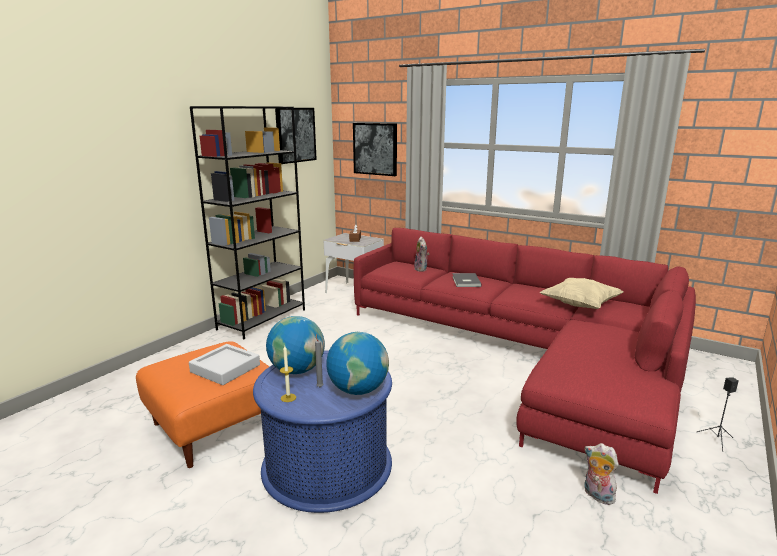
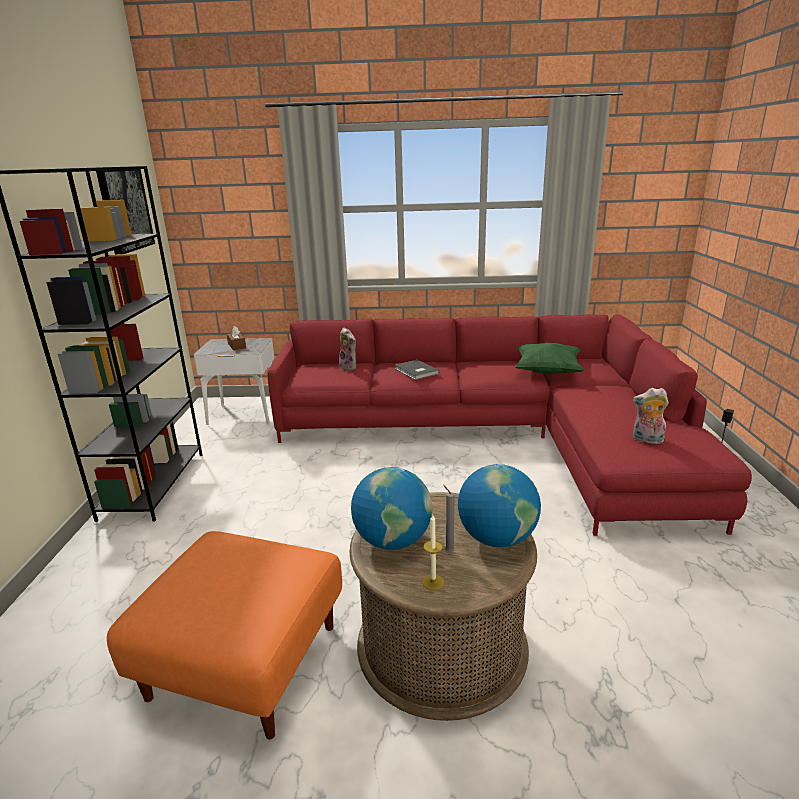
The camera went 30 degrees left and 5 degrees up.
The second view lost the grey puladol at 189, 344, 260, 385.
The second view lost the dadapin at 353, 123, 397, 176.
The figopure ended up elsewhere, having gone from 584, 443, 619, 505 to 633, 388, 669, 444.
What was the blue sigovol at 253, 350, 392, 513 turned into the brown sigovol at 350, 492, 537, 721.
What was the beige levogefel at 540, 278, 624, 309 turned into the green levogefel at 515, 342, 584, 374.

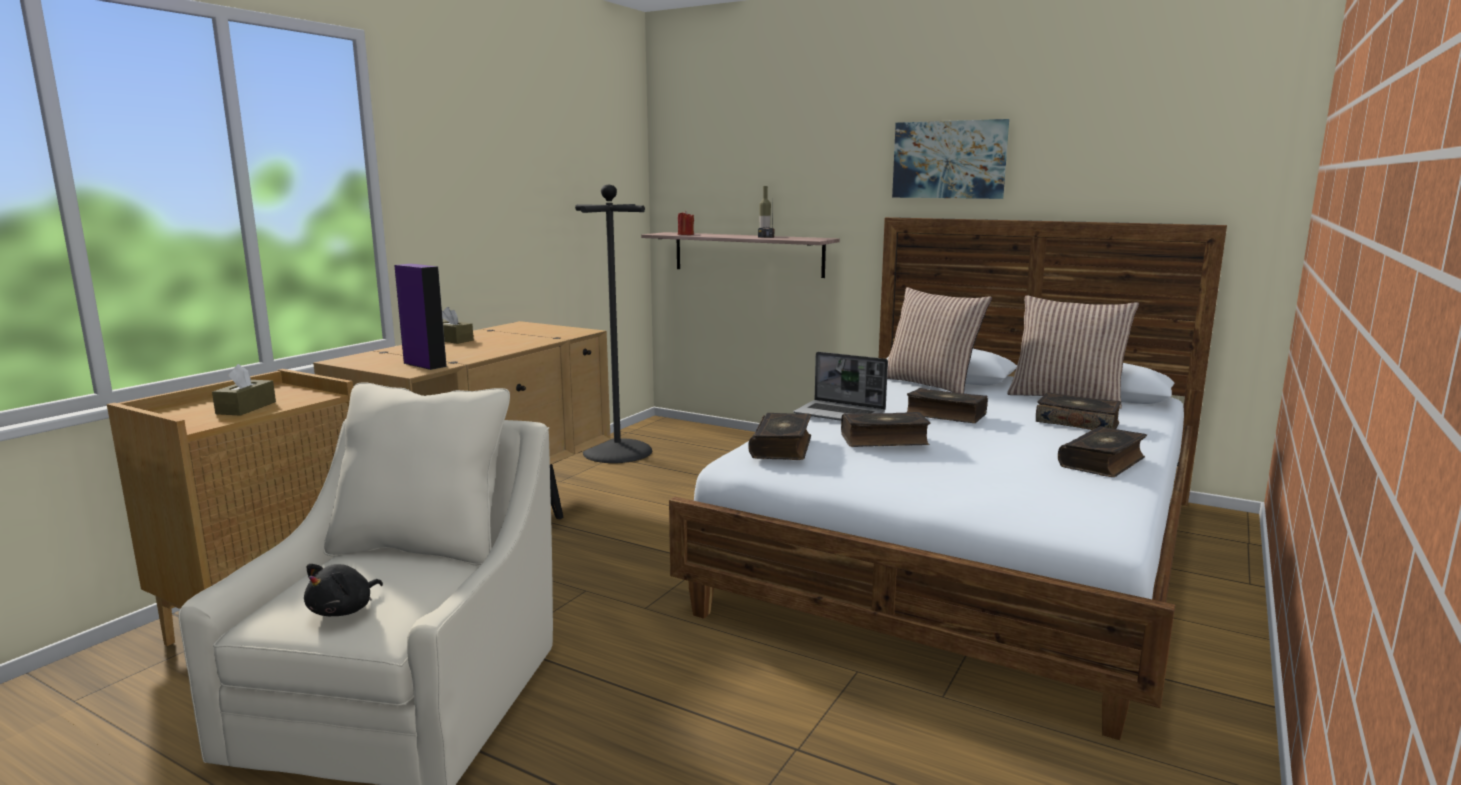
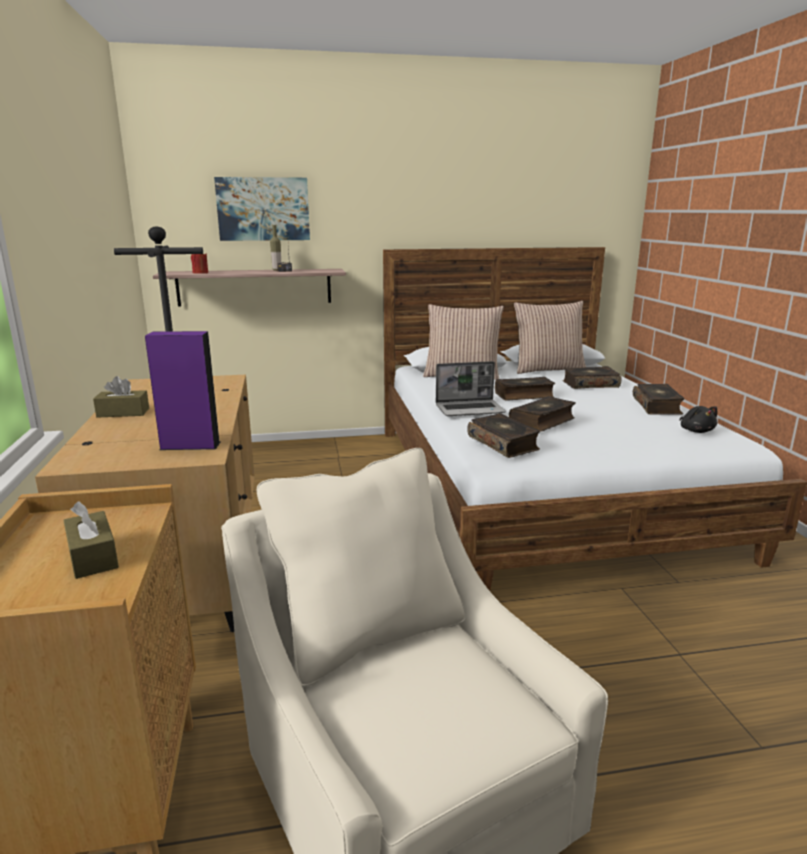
The camera went 40 degrees left and 5 degrees up.
The black figopure ended up elsewhere, having gone from 304, 564, 383, 616 to 679, 406, 717, 433.
The dadapin ended up elsewhere, having gone from 892, 119, 1009, 199 to 214, 177, 310, 241.

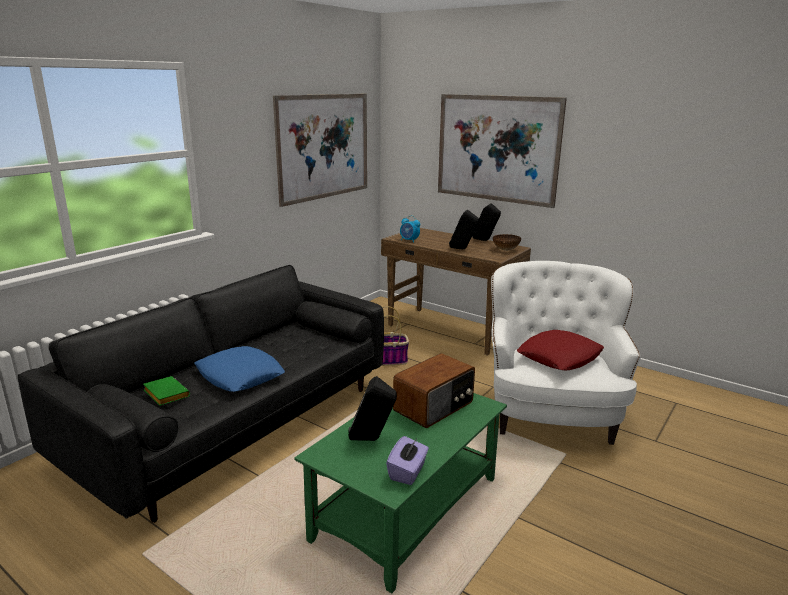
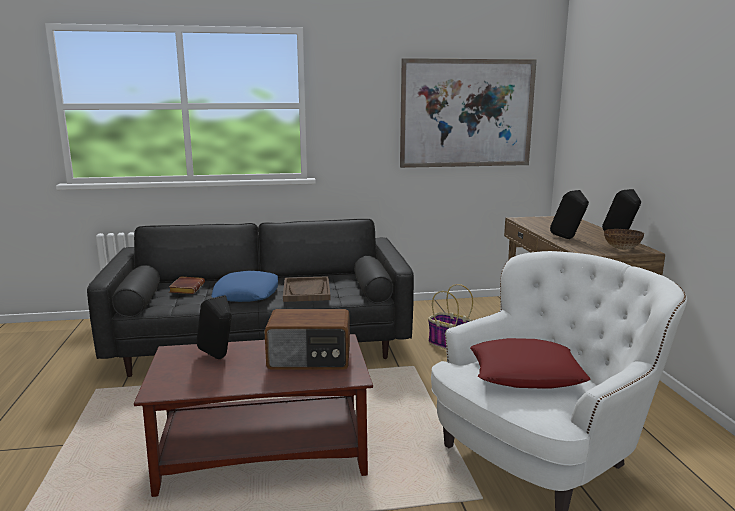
The camera went 45 degrees right and 5 degrees down.
The second view lost the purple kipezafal at 386, 436, 429, 485.
The second view lost the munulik at 400, 216, 420, 243.
The second view lost the dadapin at 438, 94, 567, 208.
The second view gained the brown puladol at 283, 276, 330, 302.
What was the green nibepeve at 143, 376, 190, 406 turned into the brown nibepeve at 169, 276, 205, 294.
What was the green sigovol at 294, 393, 507, 593 turned into the brown sigovol at 134, 334, 373, 497.

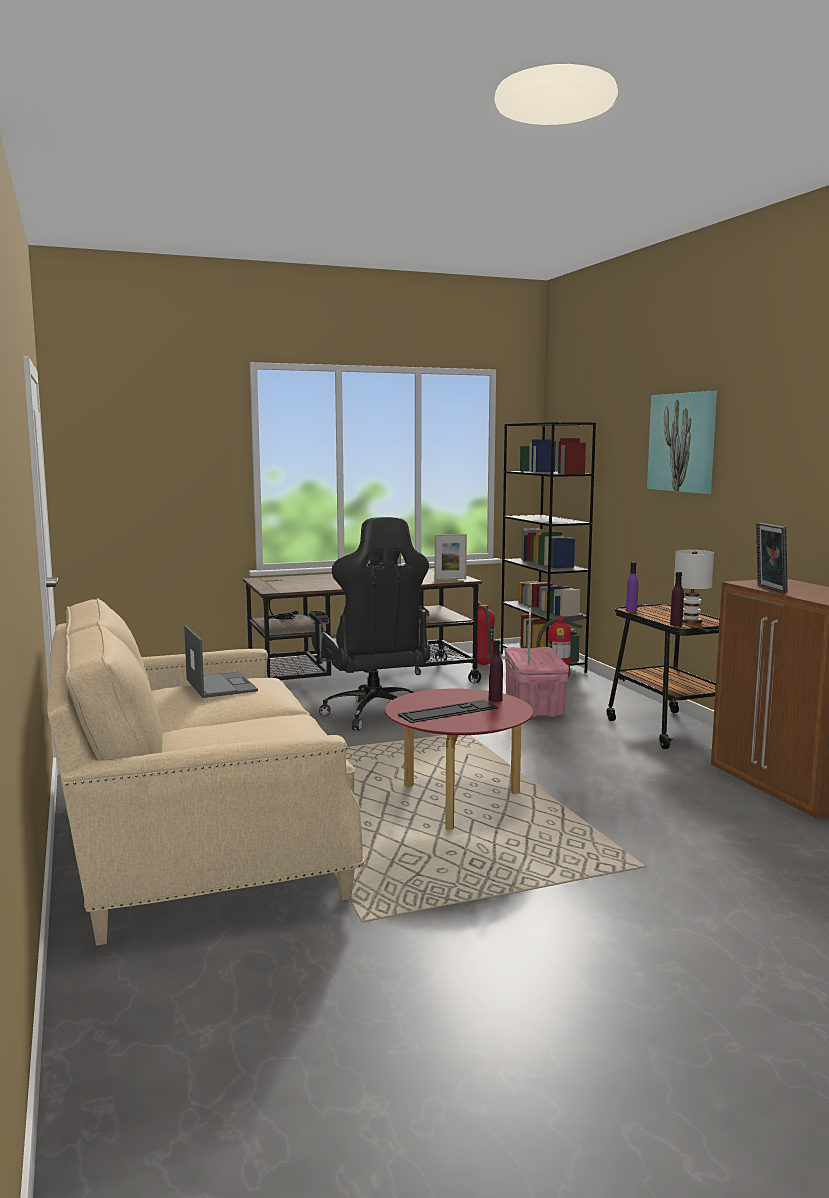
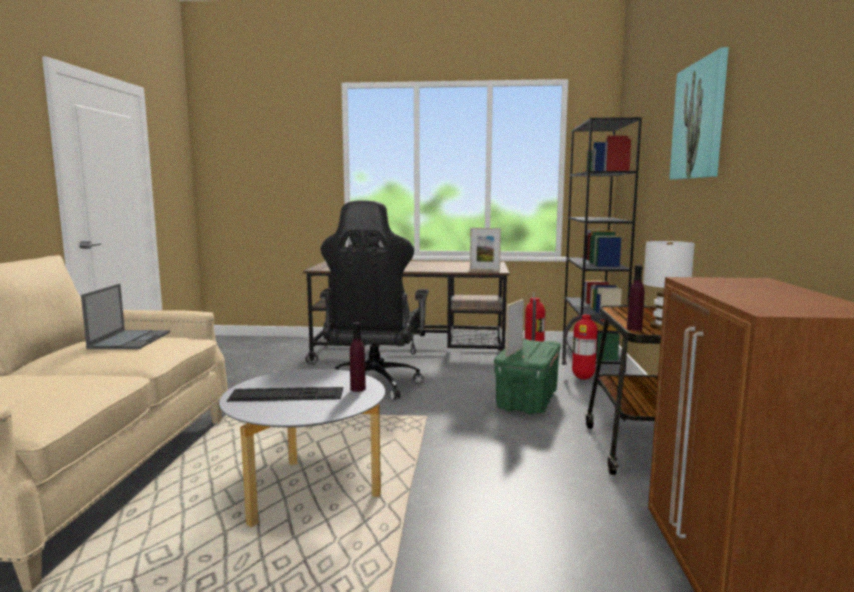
The camera went 25 degrees right and 0 degrees up.
The second view lost the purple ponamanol at 626, 562, 638, 612.
The second view lost the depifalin at 756, 523, 788, 593.
What was the red sigovol at 385, 689, 533, 830 turned into the grey sigovol at 219, 369, 385, 527.
What was the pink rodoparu at 505, 647, 569, 718 turned into the green rodoparu at 494, 338, 561, 414.

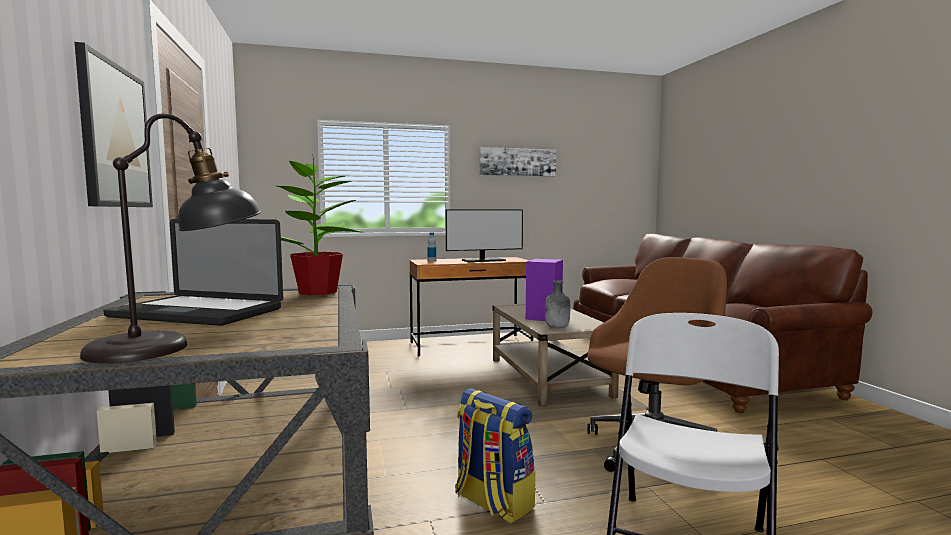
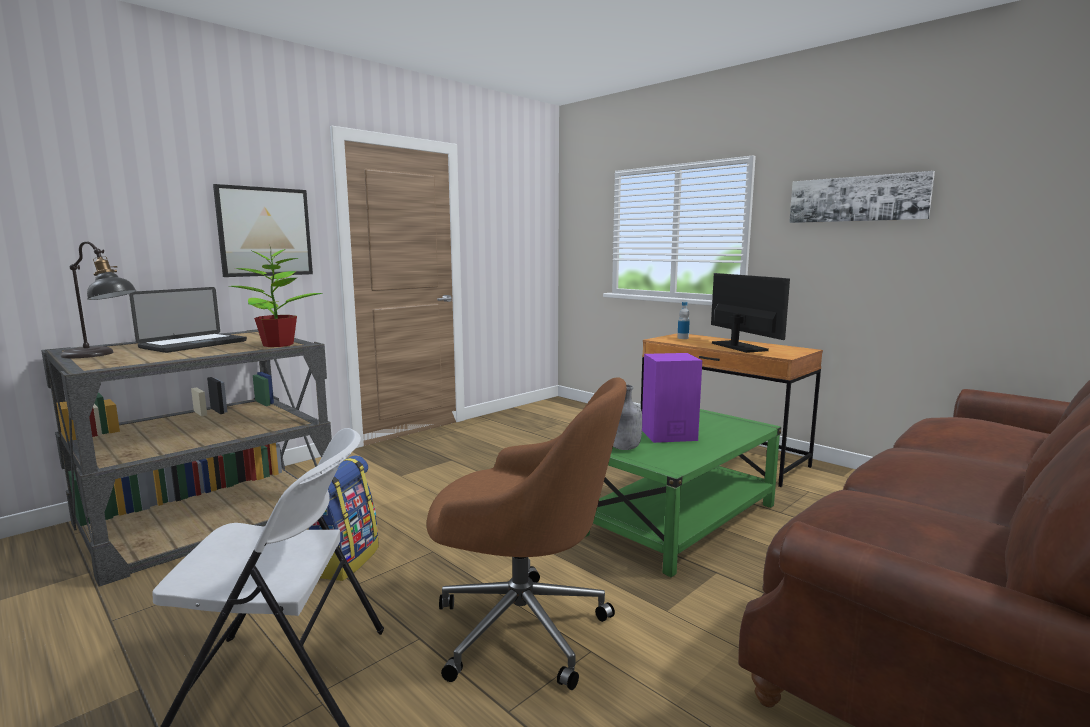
The camera went 60 degrees right and 5 degrees up.
What was the beige sigovol at 492, 304, 619, 406 turned into the green sigovol at 584, 409, 781, 577.
The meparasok at 103, 219, 283, 326 ended up facing another way, 135 degrees counterclockwise from before.
The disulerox at 446, 209, 523, 262 ended up facing another way, 150 degrees counterclockwise from before.

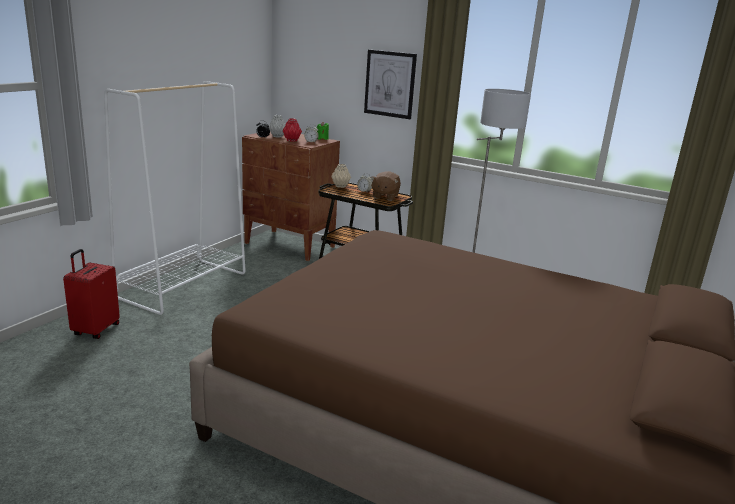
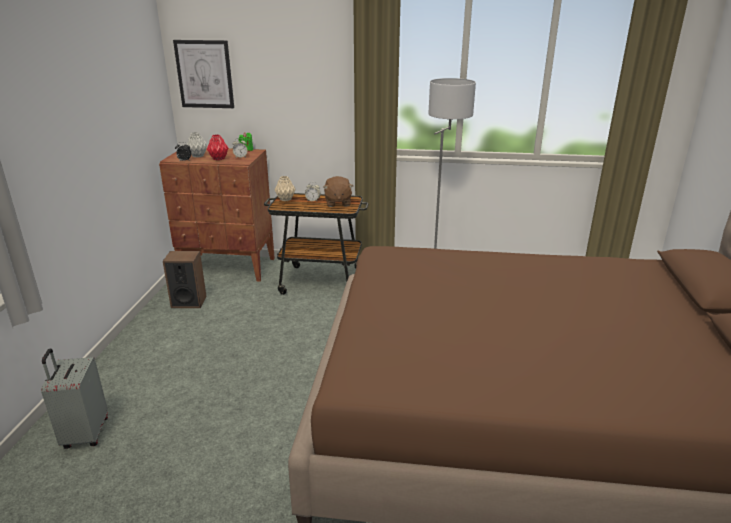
The camera went 20 degrees left and 5 degrees up.
The second view lost the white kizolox at 104, 81, 246, 315.
The second view gained the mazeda at 163, 251, 207, 308.
The dadapin ended up elsewhere, having gone from 364, 50, 417, 119 to 173, 40, 234, 108.
What was the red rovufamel at 63, 249, 120, 339 turned into the grey rovufamel at 41, 348, 108, 449.

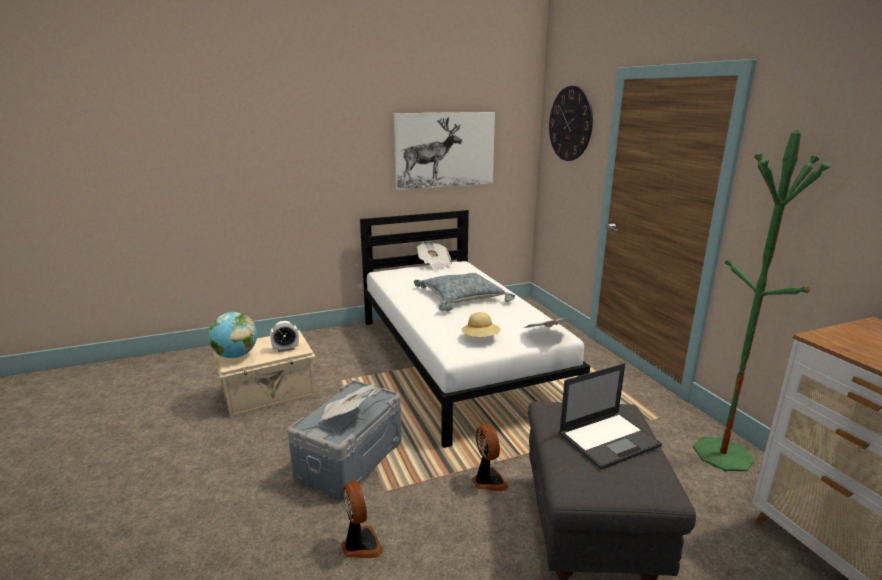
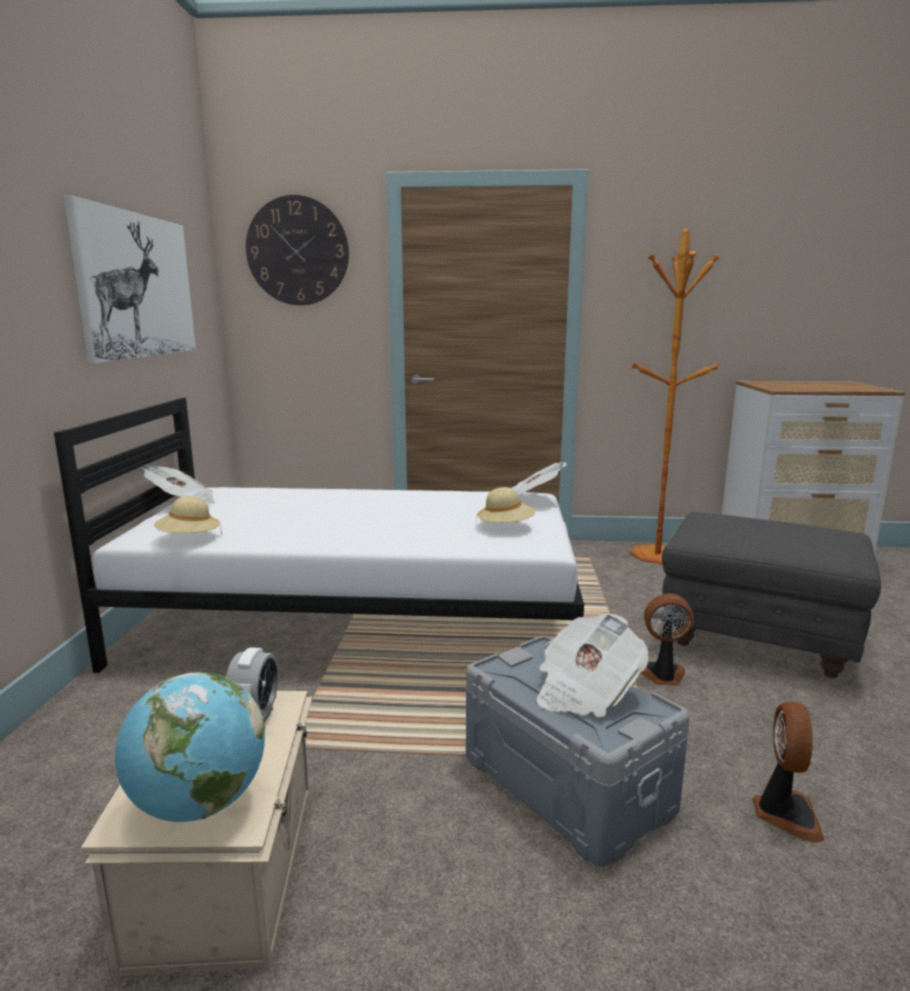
The camera went 65 degrees left and 5 degrees down.
The second view lost the levogefel at 414, 273, 515, 311.
The second view lost the meparasok at 559, 363, 662, 470.
The second view gained the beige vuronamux at 154, 496, 222, 535.
What was the green kizolox at 693, 130, 830, 471 turned into the orange kizolox at 630, 228, 719, 564.
The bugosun at 341, 481, 384, 558 ended up facing another way, 105 degrees clockwise from before.

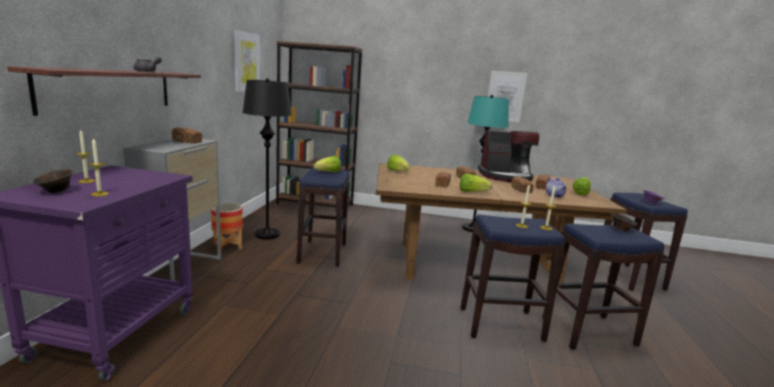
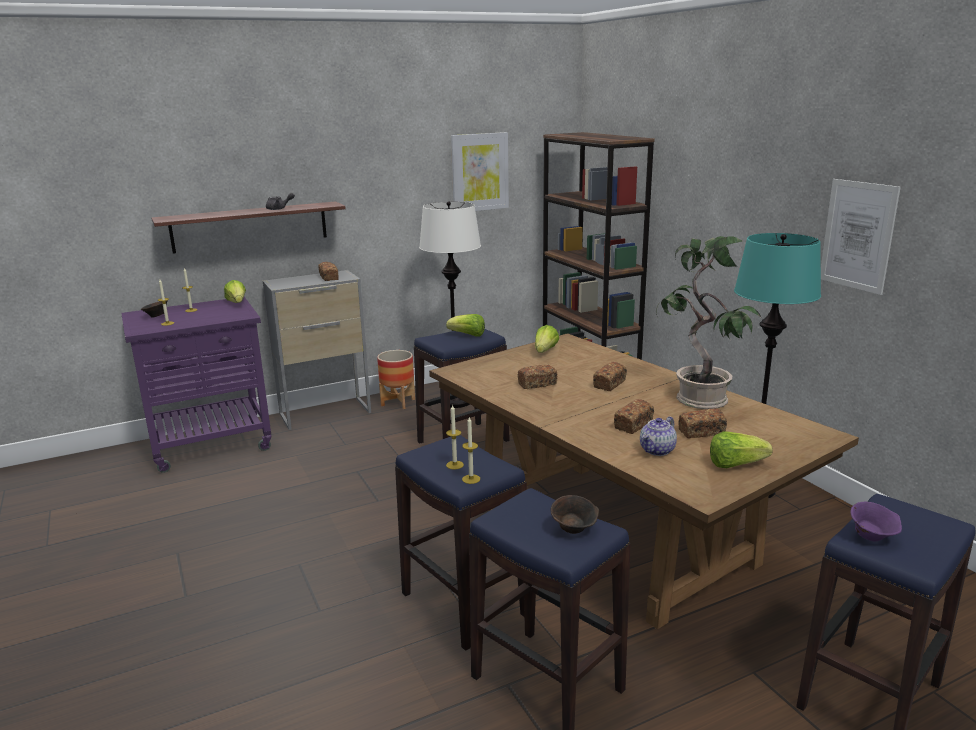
The camera went 55 degrees right and 5 degrees up.
The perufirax ended up elsewhere, having gone from 460, 173, 492, 192 to 224, 280, 246, 303.
Where the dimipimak stood at 478, 130, 539, 182, the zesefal came to stand at 656, 236, 761, 409.
What was the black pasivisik at 242, 78, 292, 239 turned into the white pasivisik at 419, 201, 481, 408.

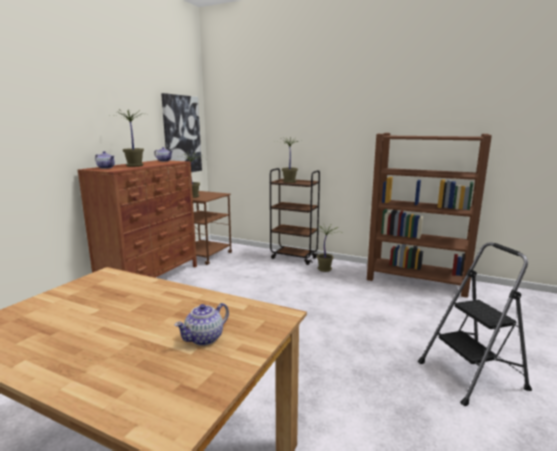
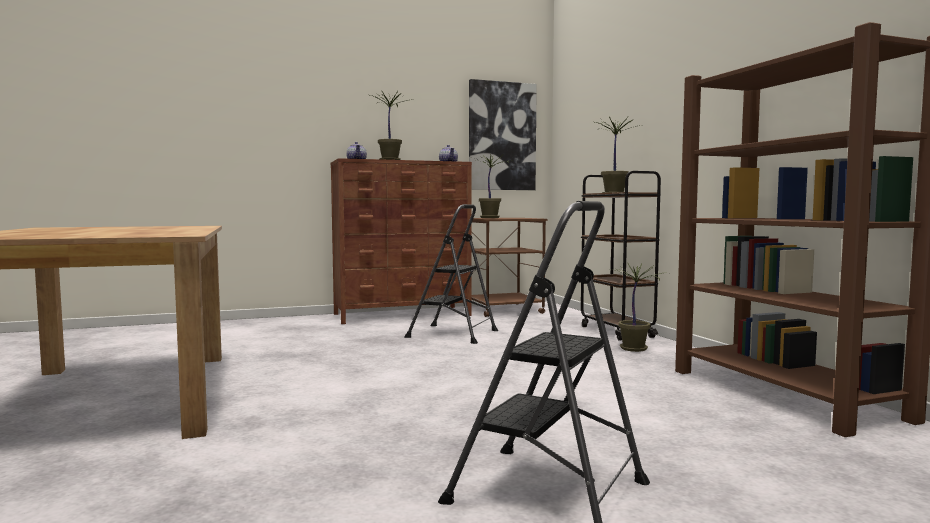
The camera went 45 degrees right and 10 degrees down.
The second view lost the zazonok at 175, 303, 229, 346.
The second view gained the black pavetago at 405, 204, 498, 344.

